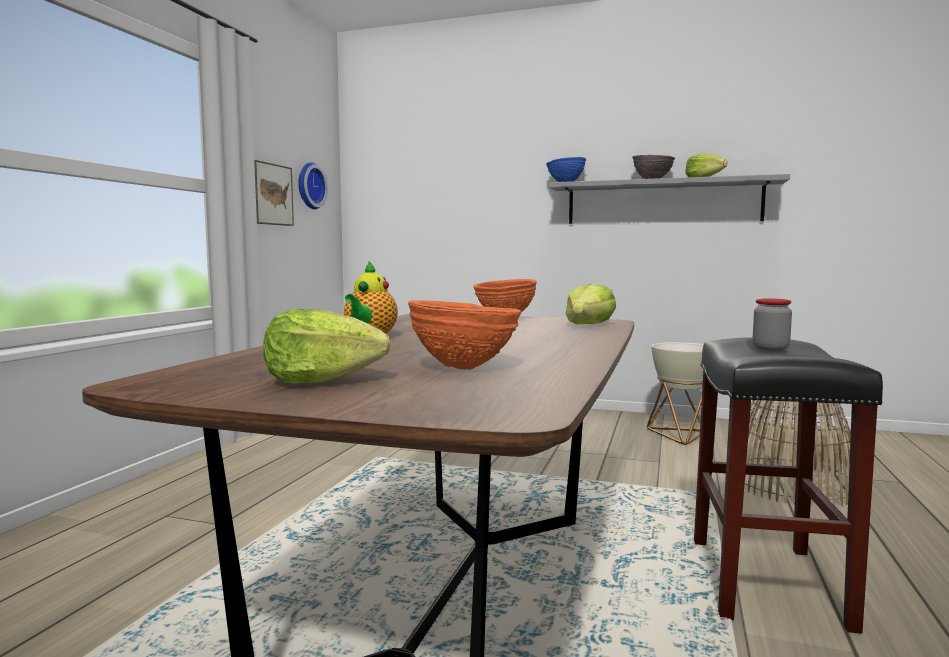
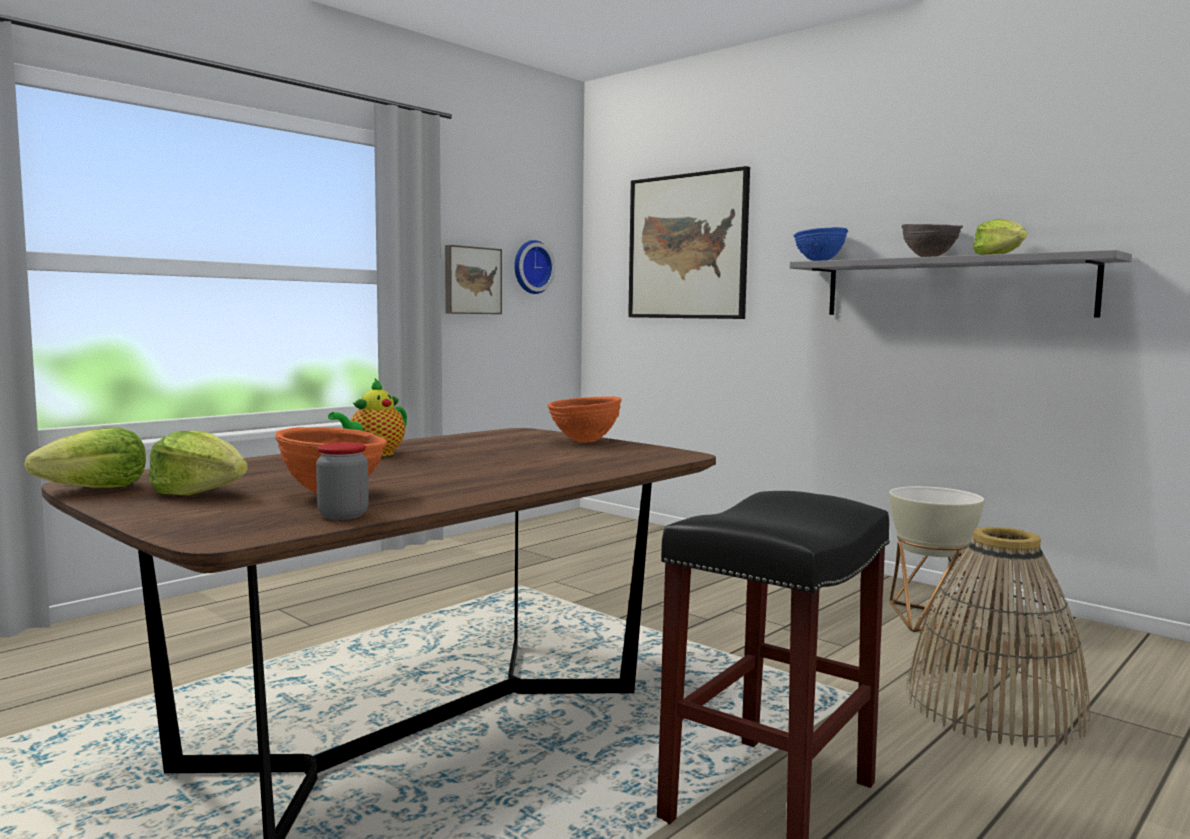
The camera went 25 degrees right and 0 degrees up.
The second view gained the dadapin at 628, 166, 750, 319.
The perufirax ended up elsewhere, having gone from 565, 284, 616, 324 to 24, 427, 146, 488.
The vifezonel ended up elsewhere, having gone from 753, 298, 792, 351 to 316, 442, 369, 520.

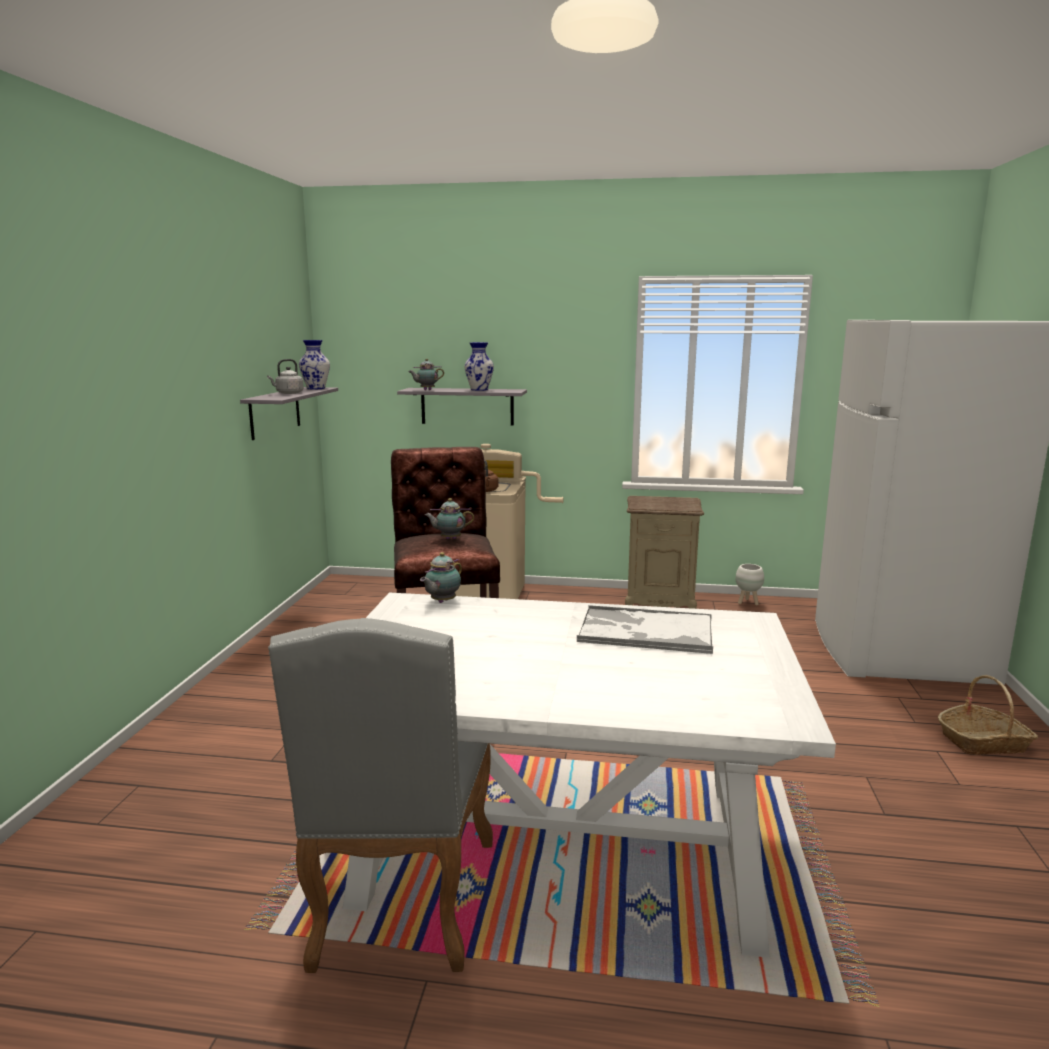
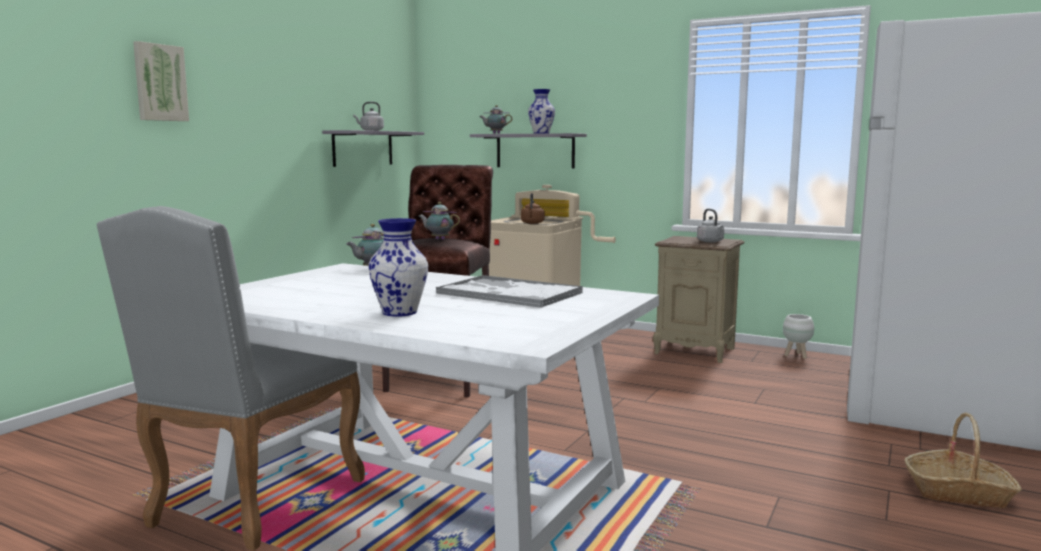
The camera went 20 degrees right and 5 degrees down.
The second view gained the dadapin at 133, 41, 189, 121.
The second view gained the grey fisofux at 697, 209, 724, 243.
The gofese ended up elsewhere, having gone from 299, 340, 330, 389 to 368, 218, 428, 317.

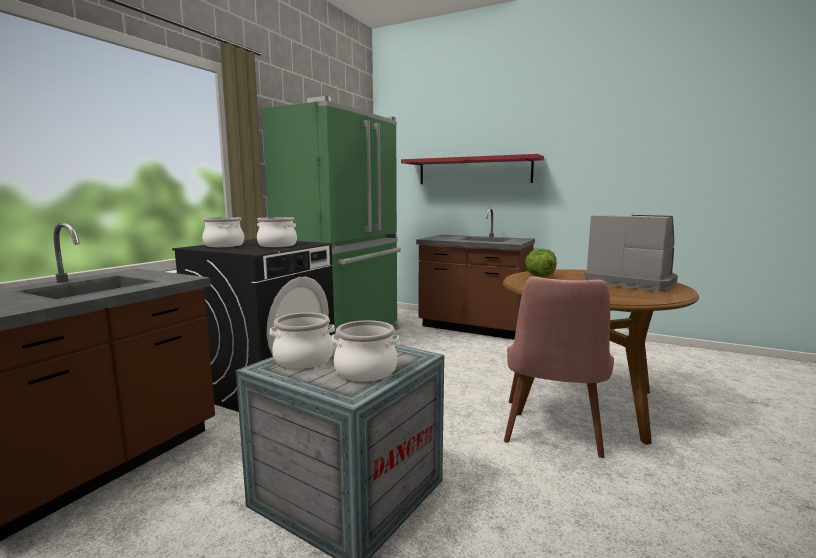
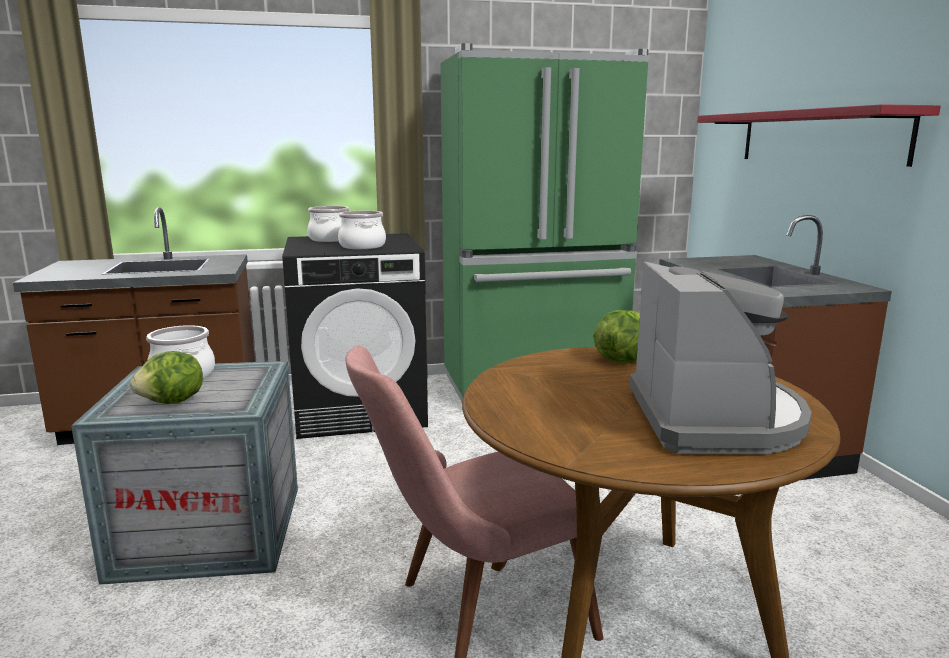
The camera went 50 degrees right and 5 degrees up.
Where the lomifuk stood at 331, 320, 399, 382, the perufirax came to stand at 130, 351, 203, 404.

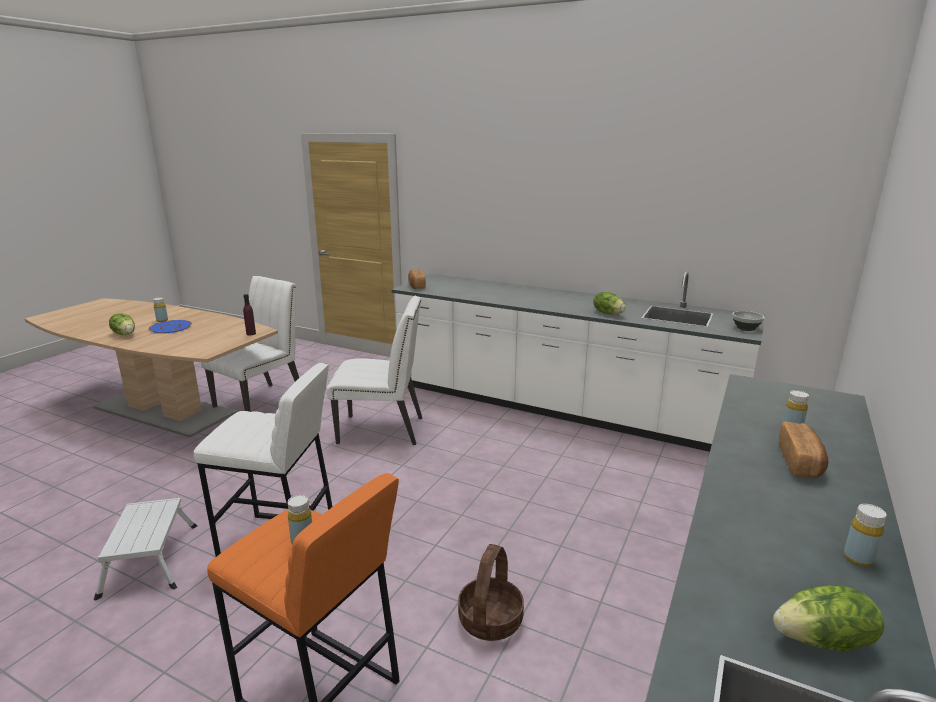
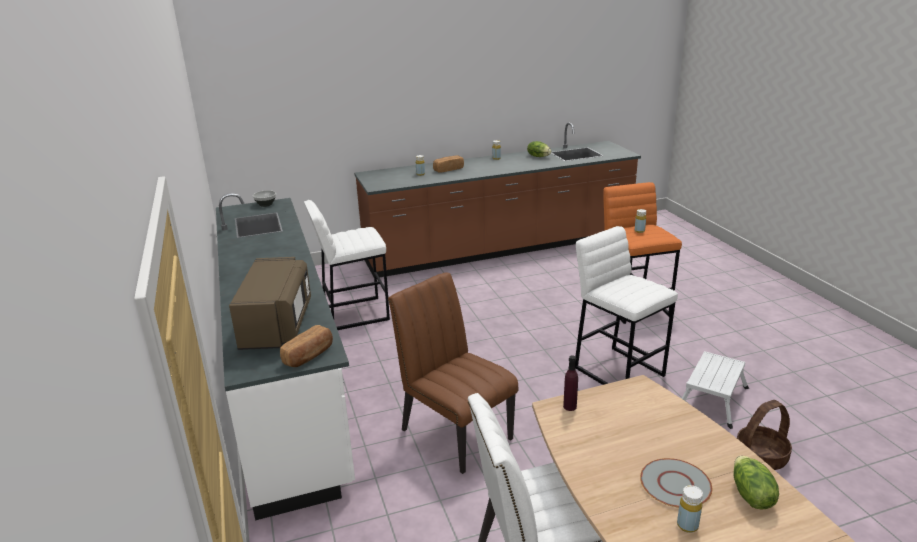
The camera went 135 degrees left and 5 degrees up.
The second view lost the perufirax at 593, 292, 626, 314.
The second view gained the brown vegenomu at 229, 257, 311, 350.
The second view gained the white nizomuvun at 304, 200, 390, 330.
The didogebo ended up elsewhere, having gone from 458, 544, 524, 641 to 737, 400, 792, 470.
What was the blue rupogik at 149, 320, 192, 334 turned into the grey rupogik at 640, 458, 712, 508.
What was the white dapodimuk at 327, 296, 422, 445 turned into the brown dapodimuk at 388, 272, 518, 474.

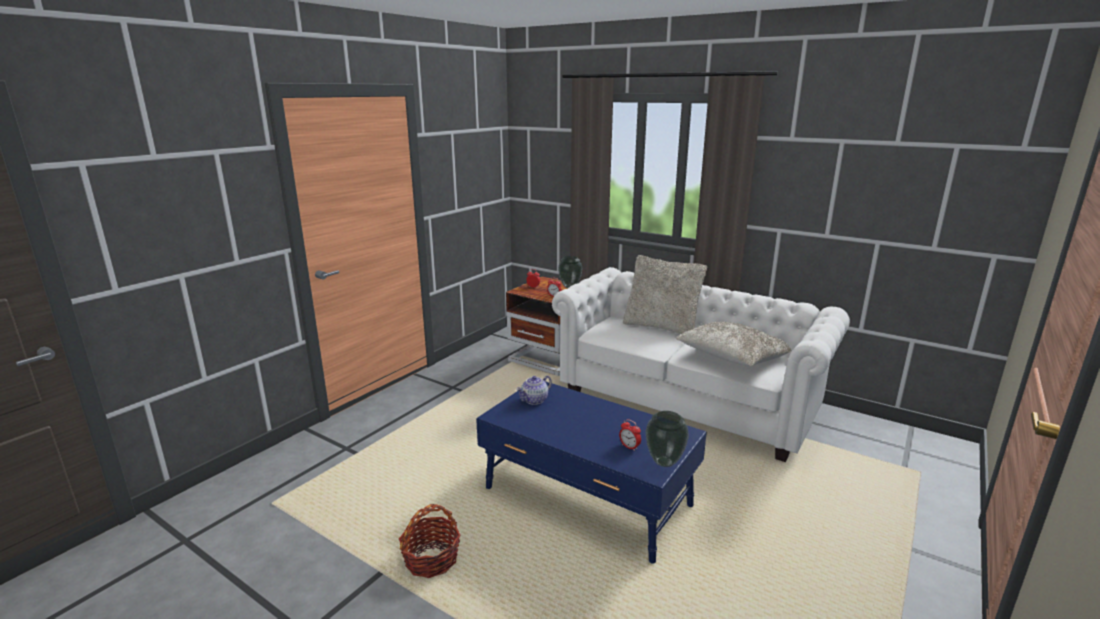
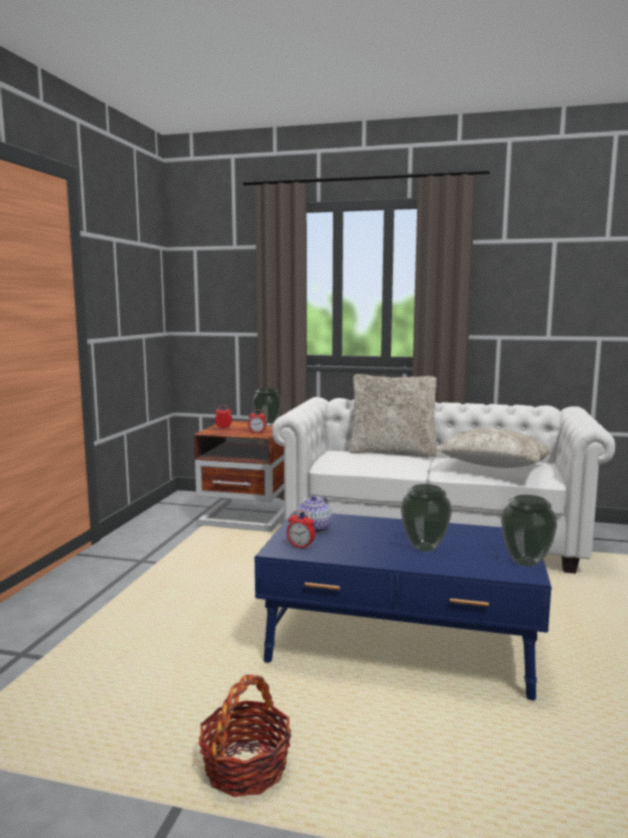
The camera went 20 degrees left and 10 degrees down.
The second view gained the gofese at 401, 484, 452, 552.
The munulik ended up elsewhere, having gone from 619, 419, 641, 451 to 287, 510, 315, 549.

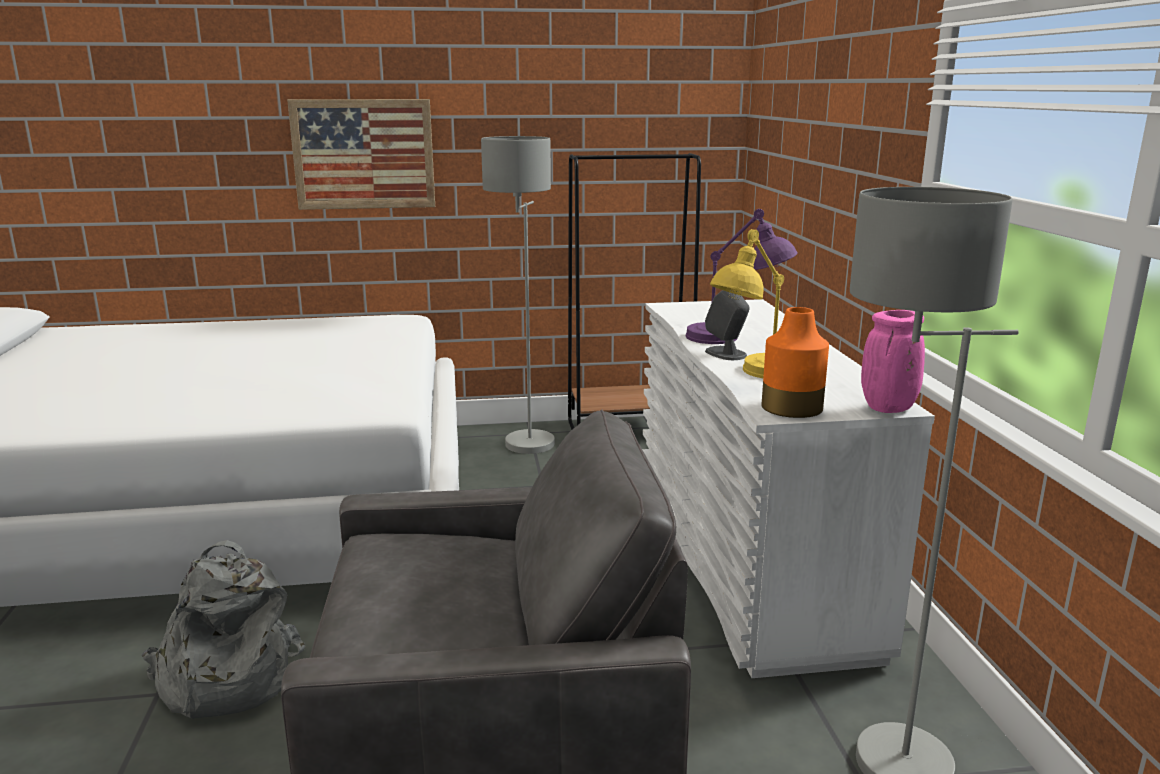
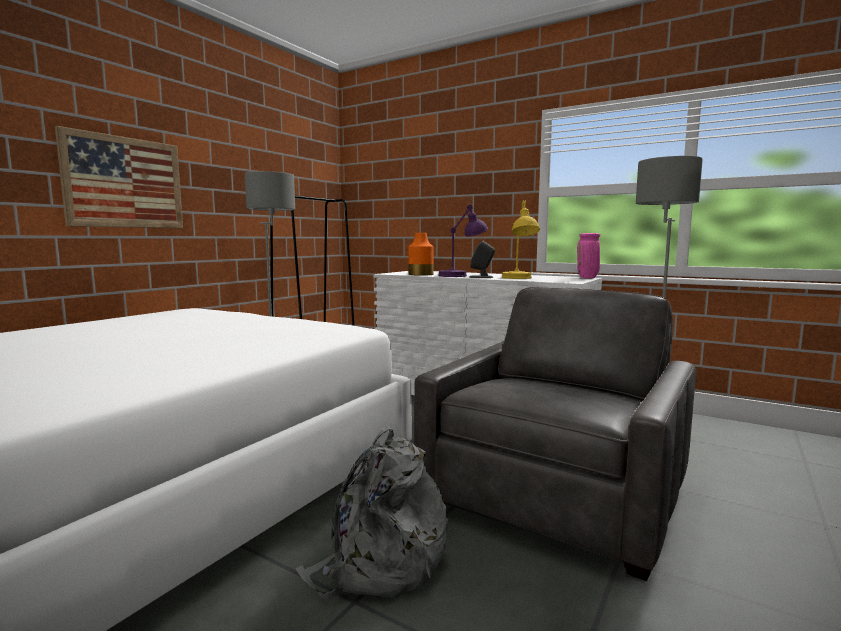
The camera went 50 degrees left and 10 degrees down.
The orange gofese ended up elsewhere, having gone from 761, 307, 829, 418 to 408, 233, 434, 276.

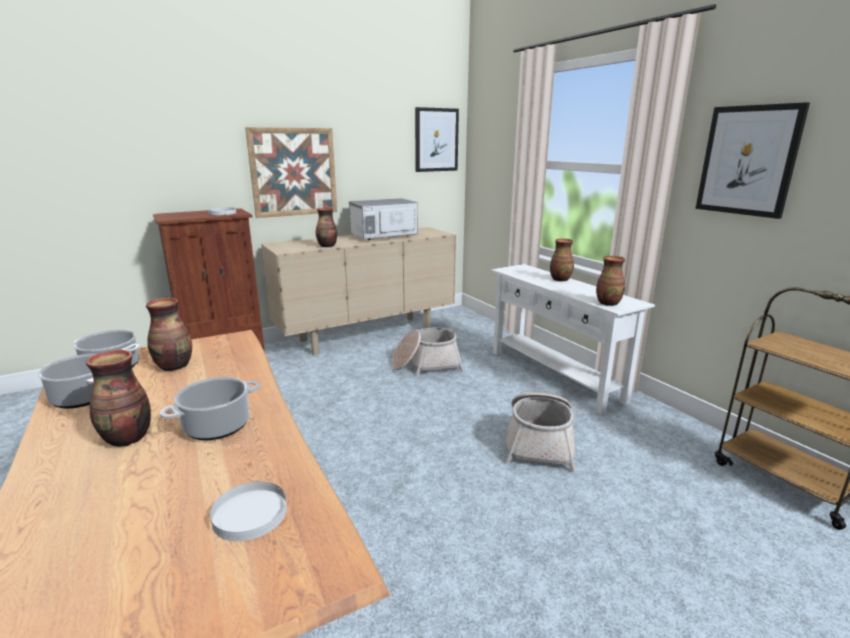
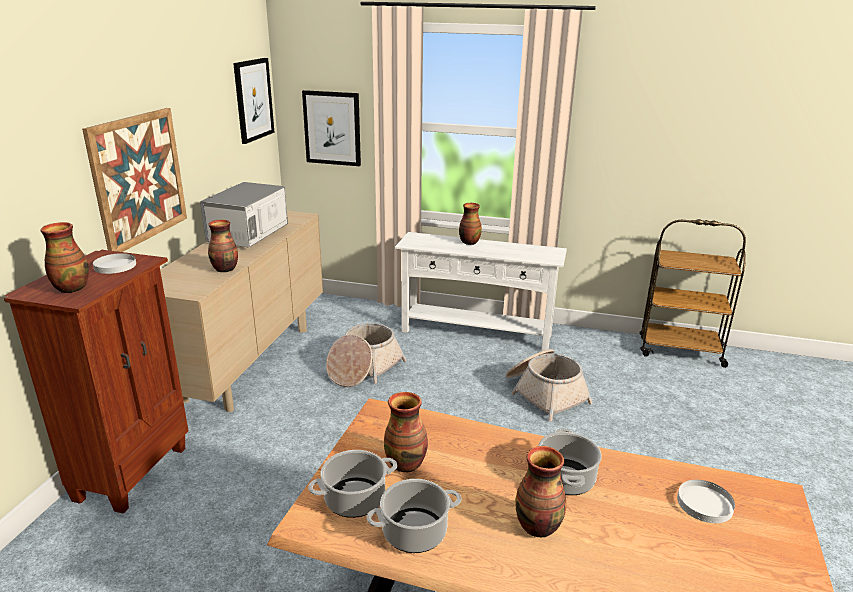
The camera went 45 degrees left and 5 degrees up.
The gofese ended up elsewhere, having gone from 596, 256, 625, 306 to 40, 222, 89, 293.
The dadapin ended up elsewhere, having gone from 695, 102, 810, 219 to 302, 90, 361, 166.

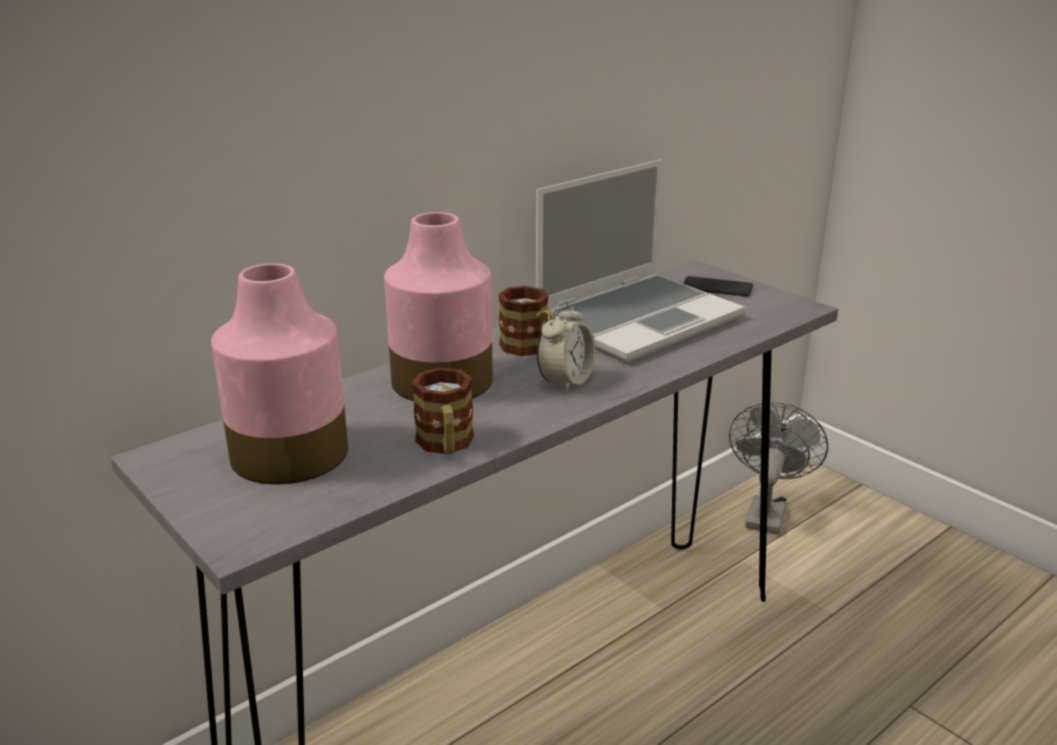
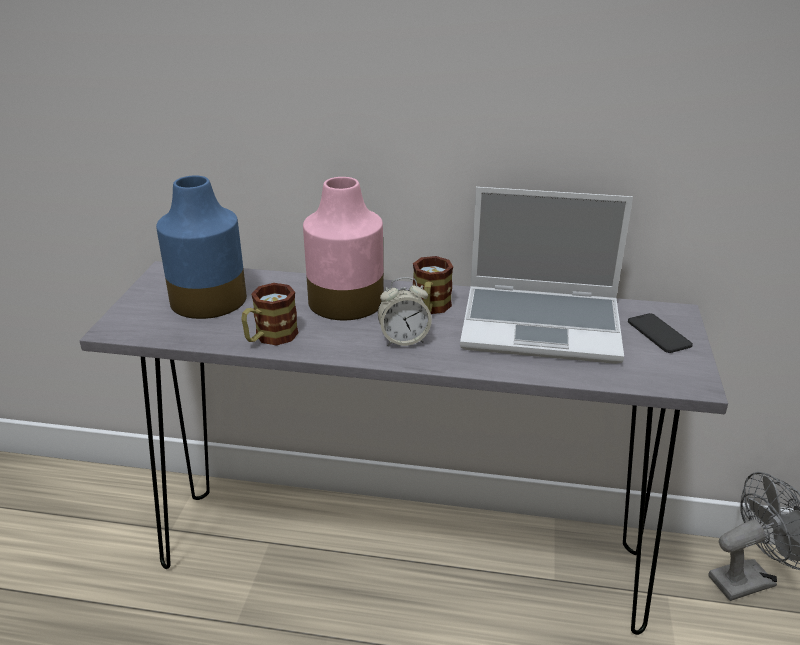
The camera went 50 degrees right and 5 degrees up.
What was the pink gofese at 211, 263, 348, 484 turned into the blue gofese at 156, 176, 247, 319.

